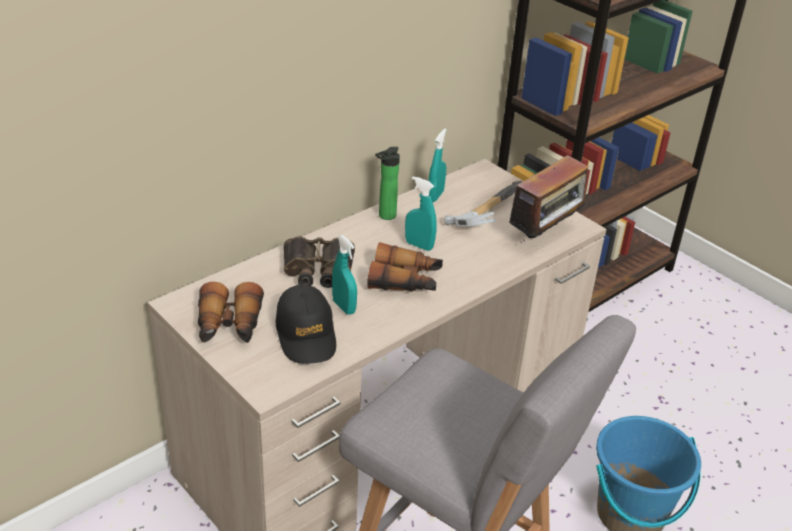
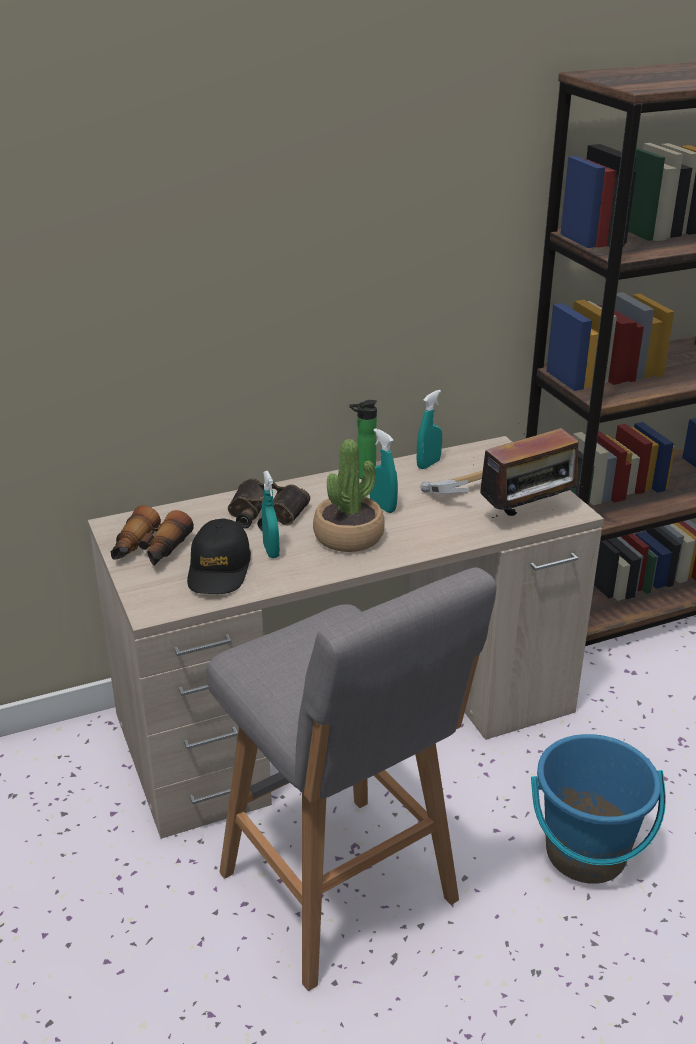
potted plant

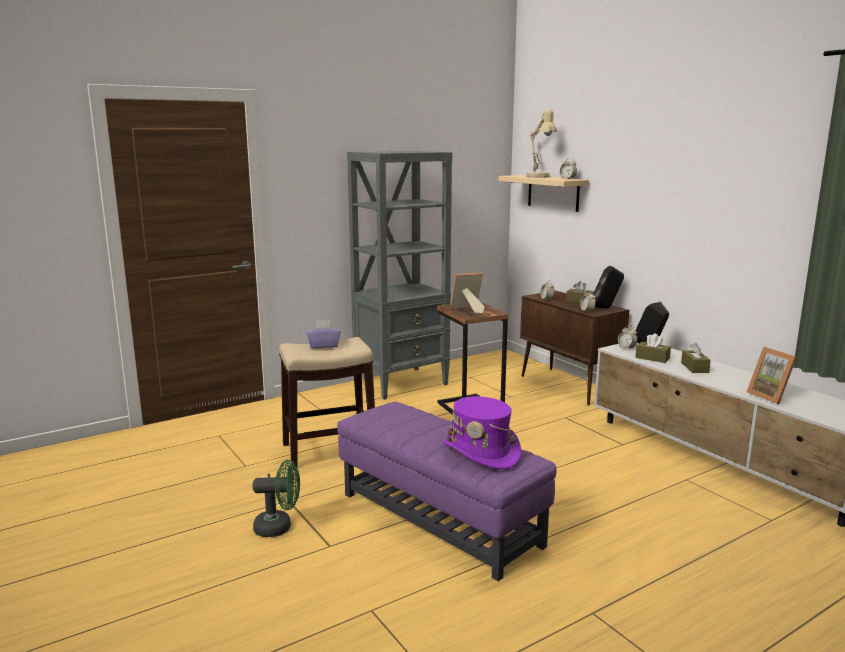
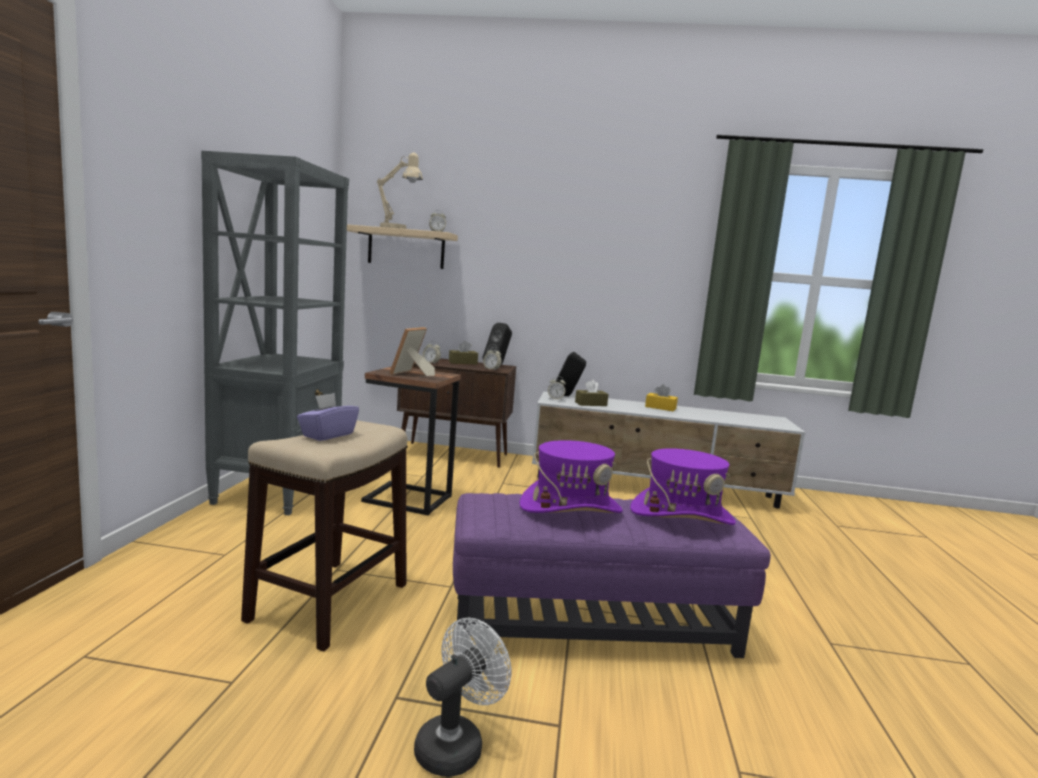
brown tissue box (3rd from left in the first image)
picture frame (2nd from left in the first image)
white fan
yellow tissue box
purple hat (1st from left)

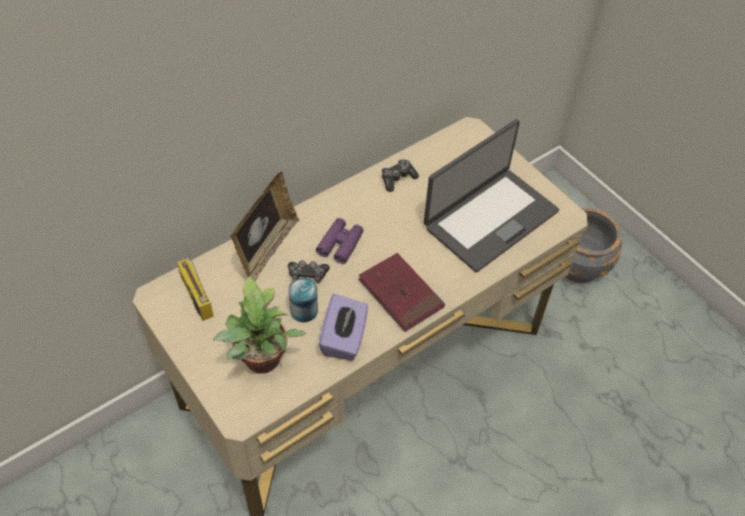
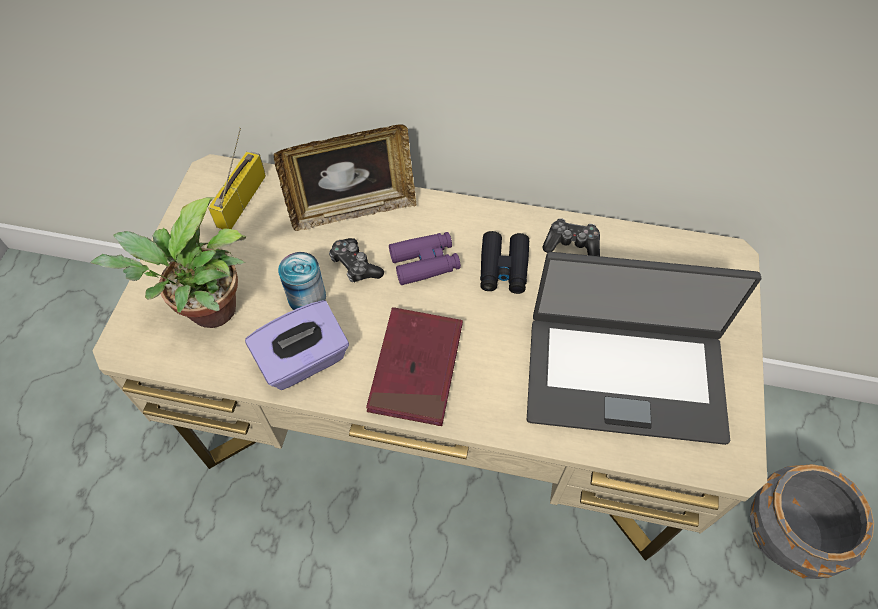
black binoculars

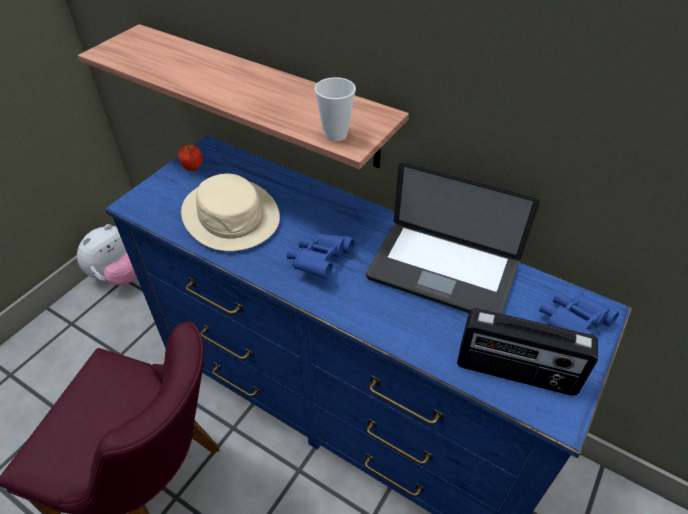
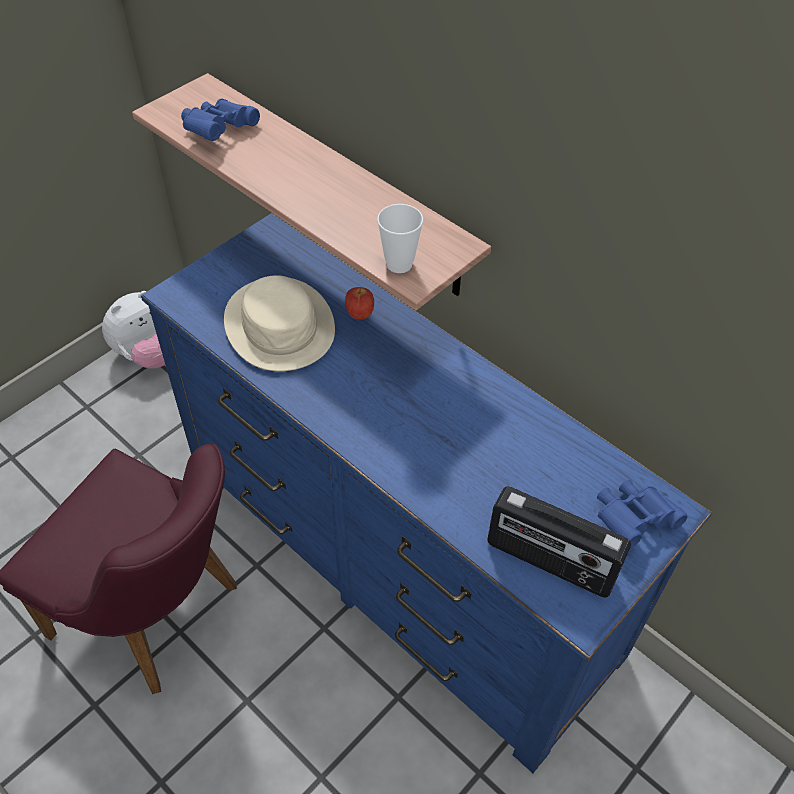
apple
laptop
blue binoculars (1st from left)

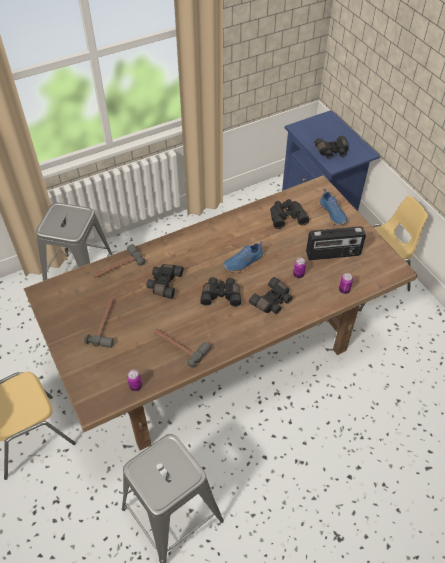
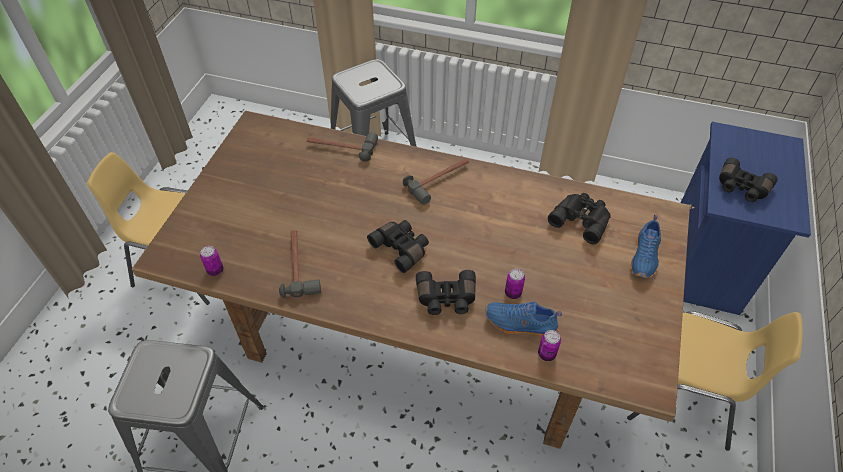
radio
blue shoe (1st from left)
black binoculars (1st from left in the first image)
hammer (3rd from left)

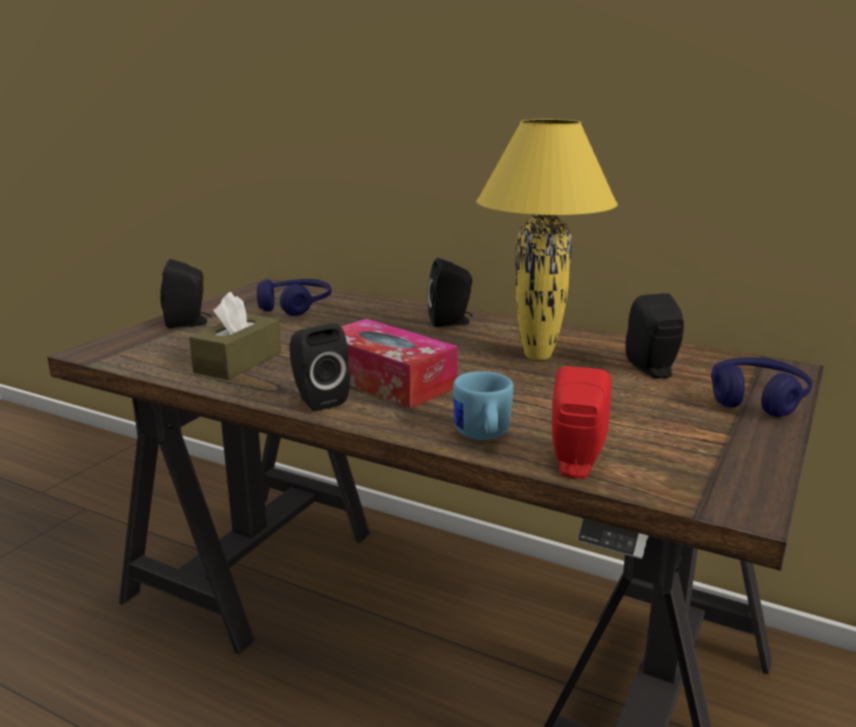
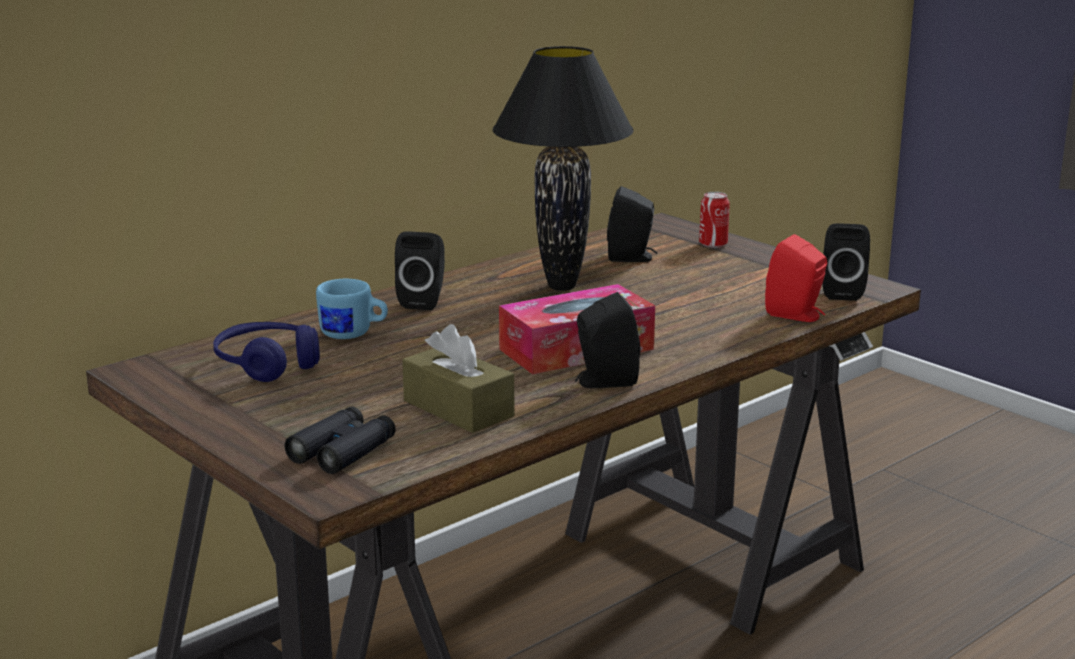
black table lamp
black speaker (4th from left)
can
blue mug
black binoculars

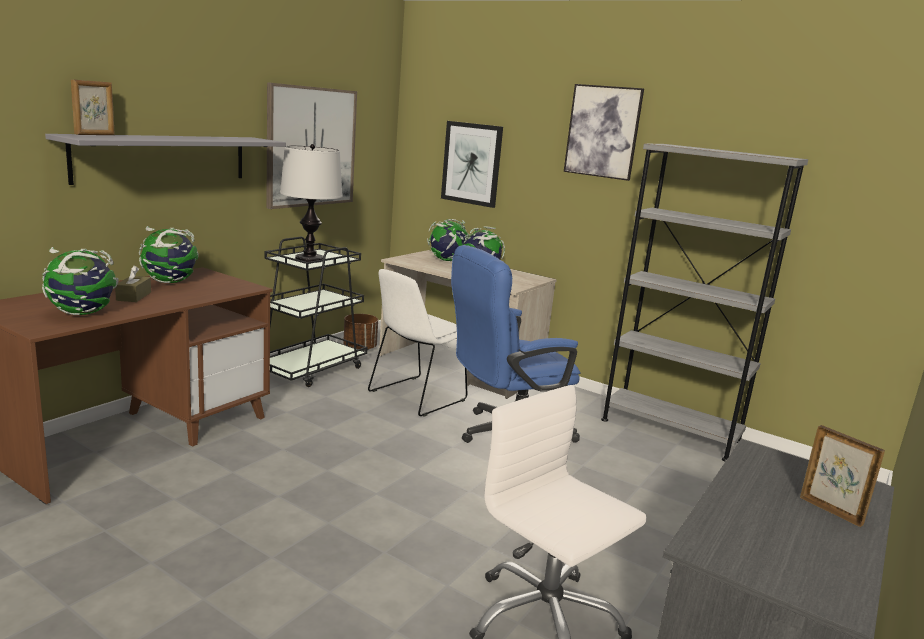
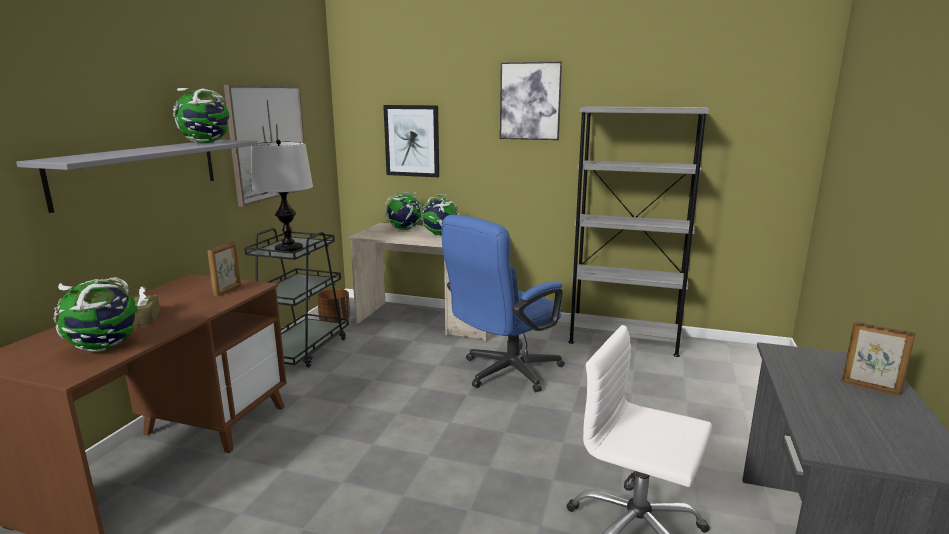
picture frame (1st from left)
globe (2nd from left)
white chair

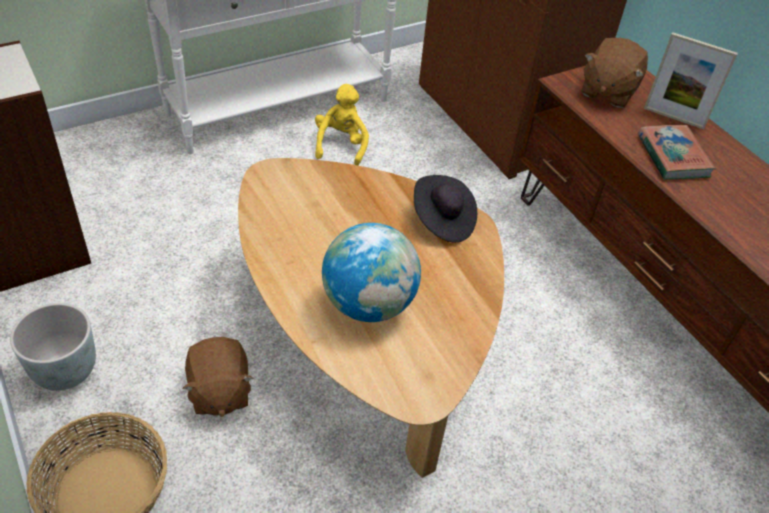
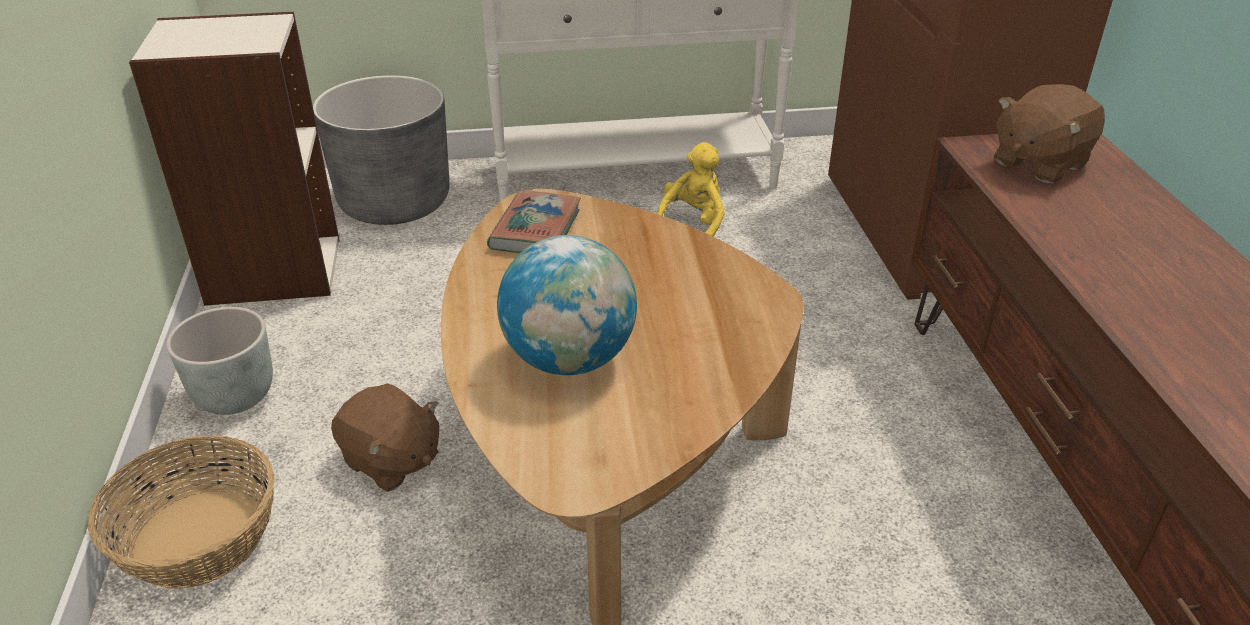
picture frame
book
black hat
brown plush toy (1st from left)
grey planter (2nd from left)

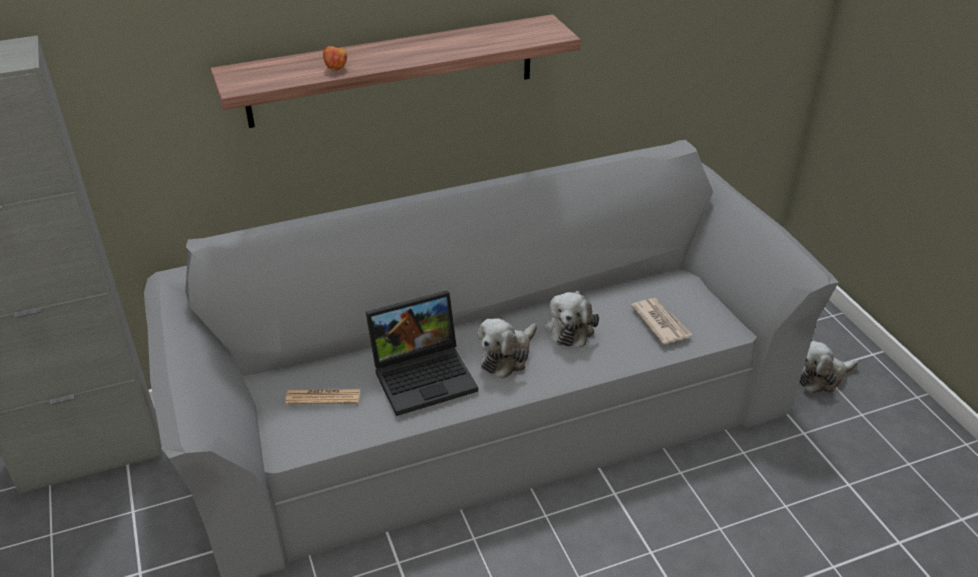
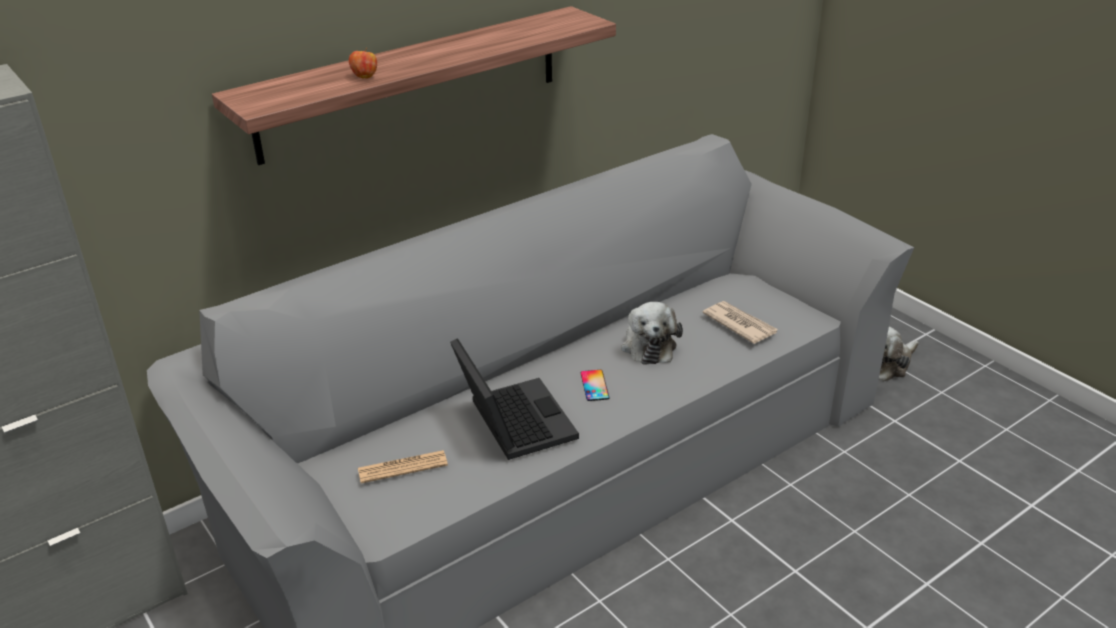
laptop
phone

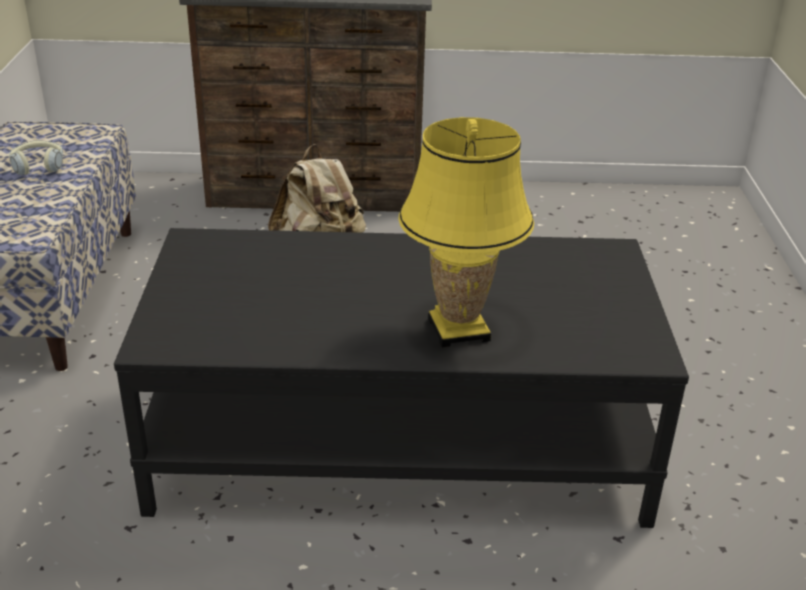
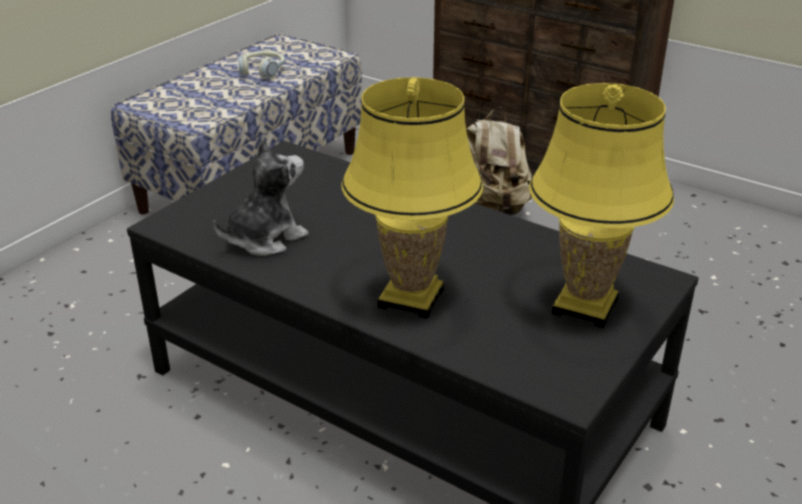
yellow table lamp (2nd from left)
plush toy

